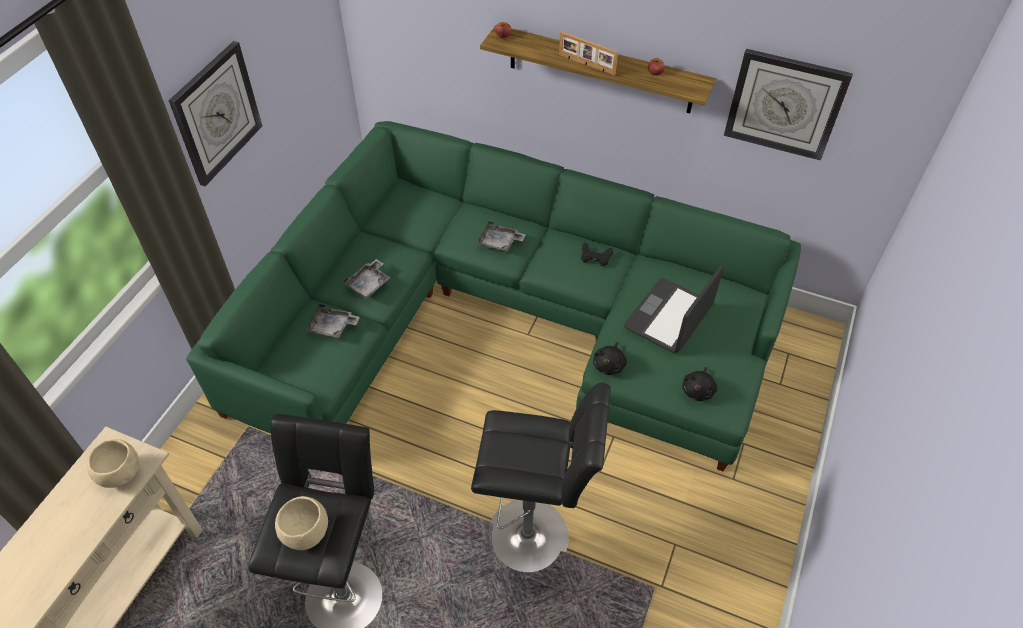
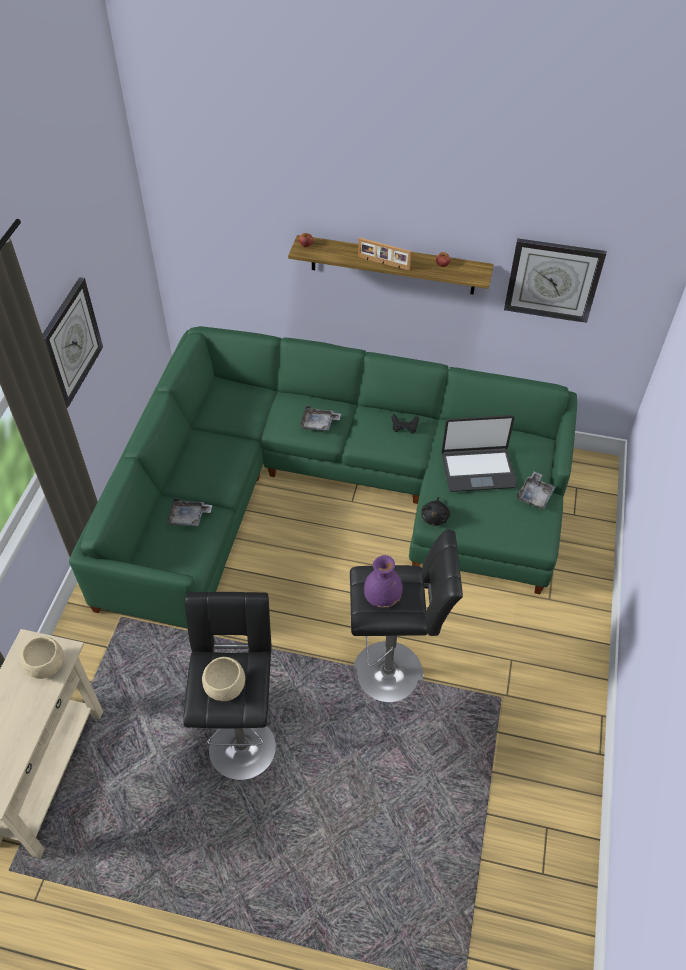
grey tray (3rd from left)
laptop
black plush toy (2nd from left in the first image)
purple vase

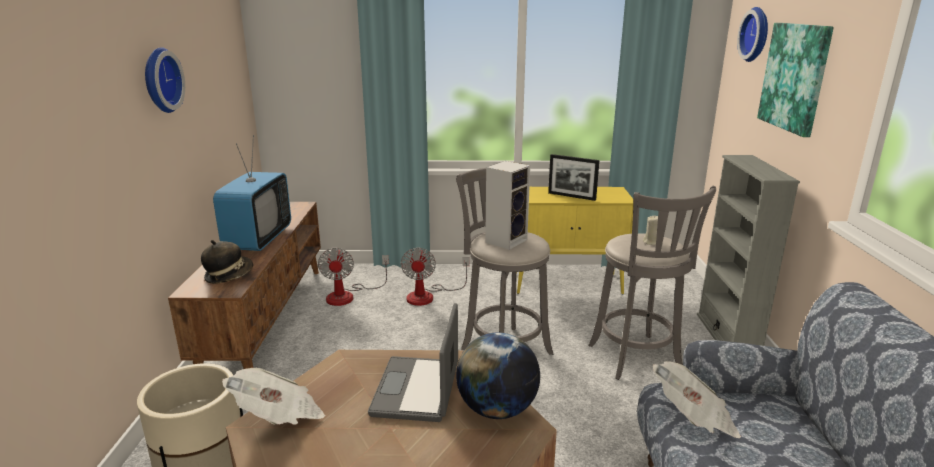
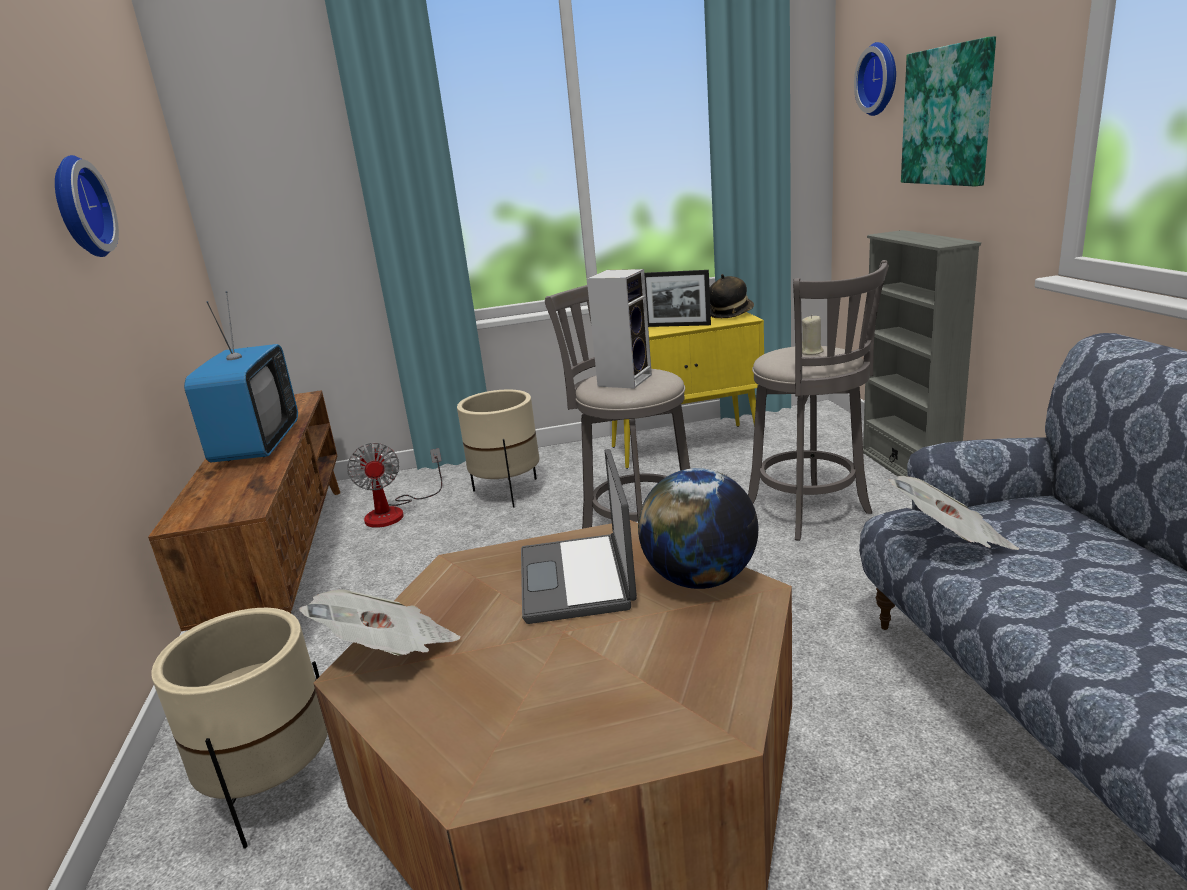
hat
beige planter (2nd from left)

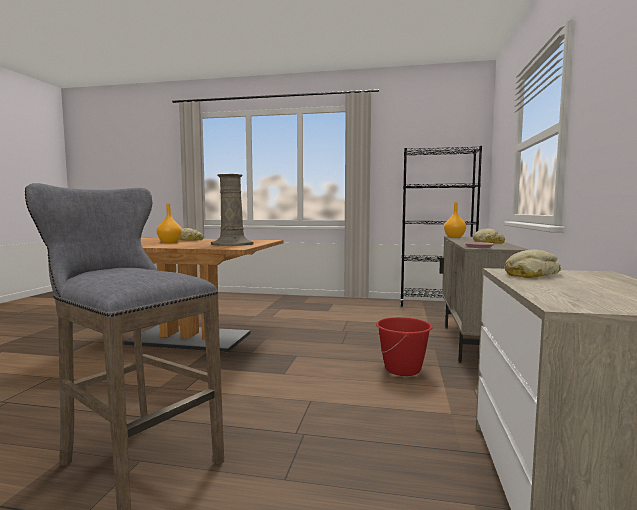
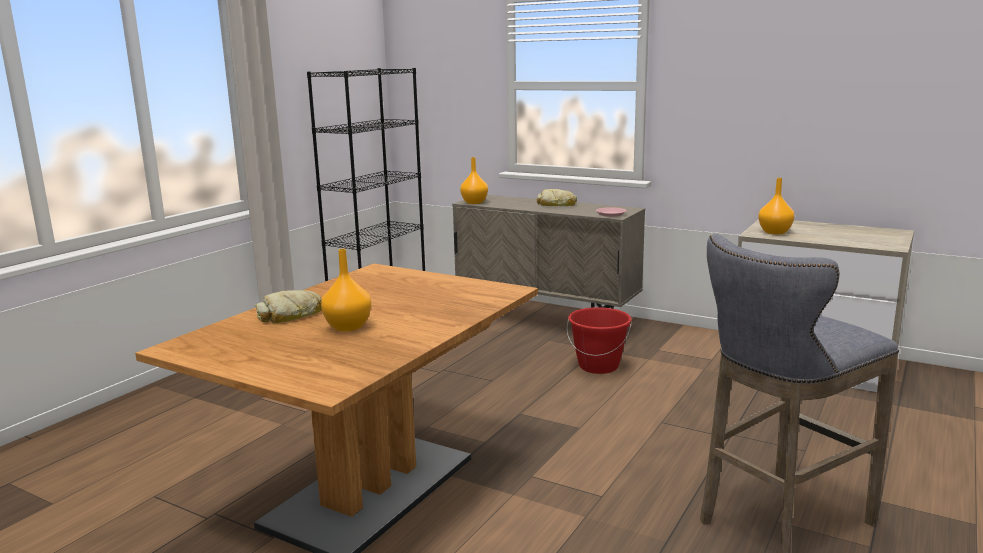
beige vase
orange vase (3rd from left)

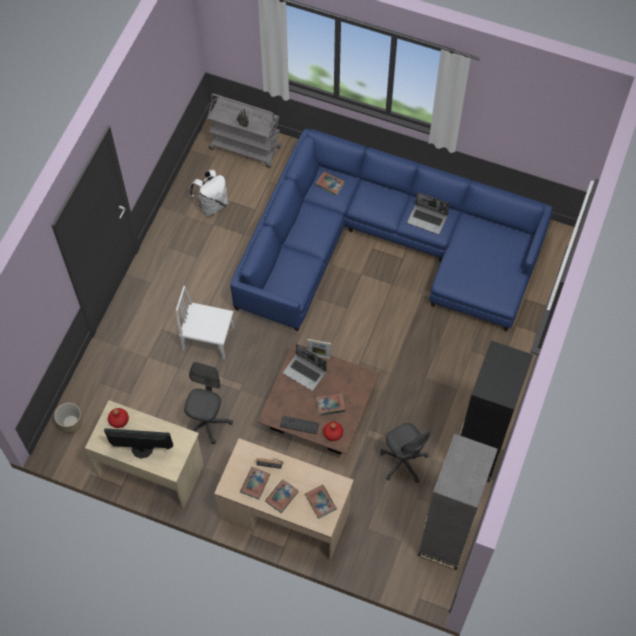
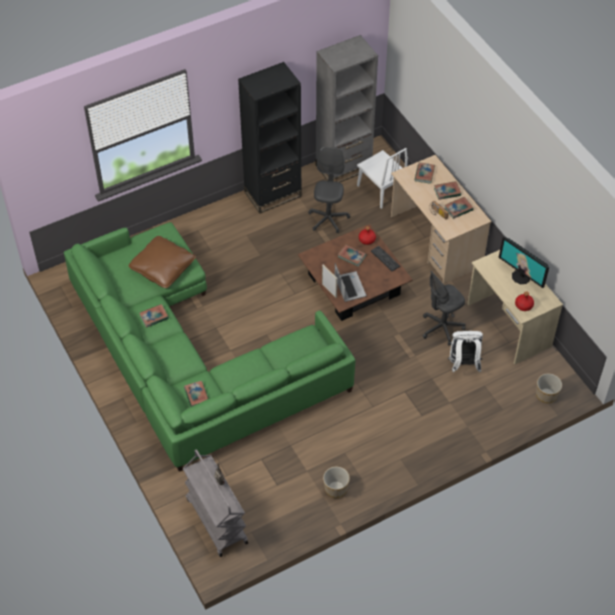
green sofa
white backpack
book (1st from left)
white chair
brown pillow
planter (1st from left)

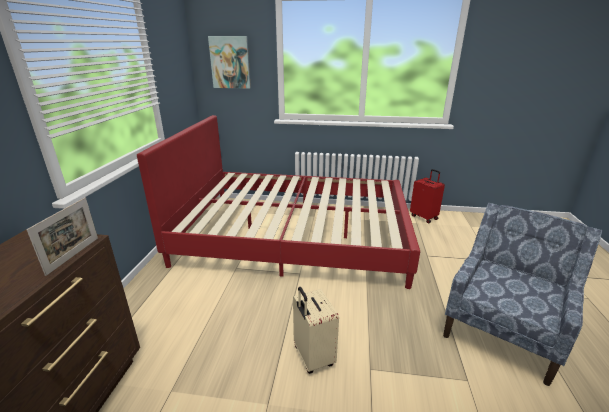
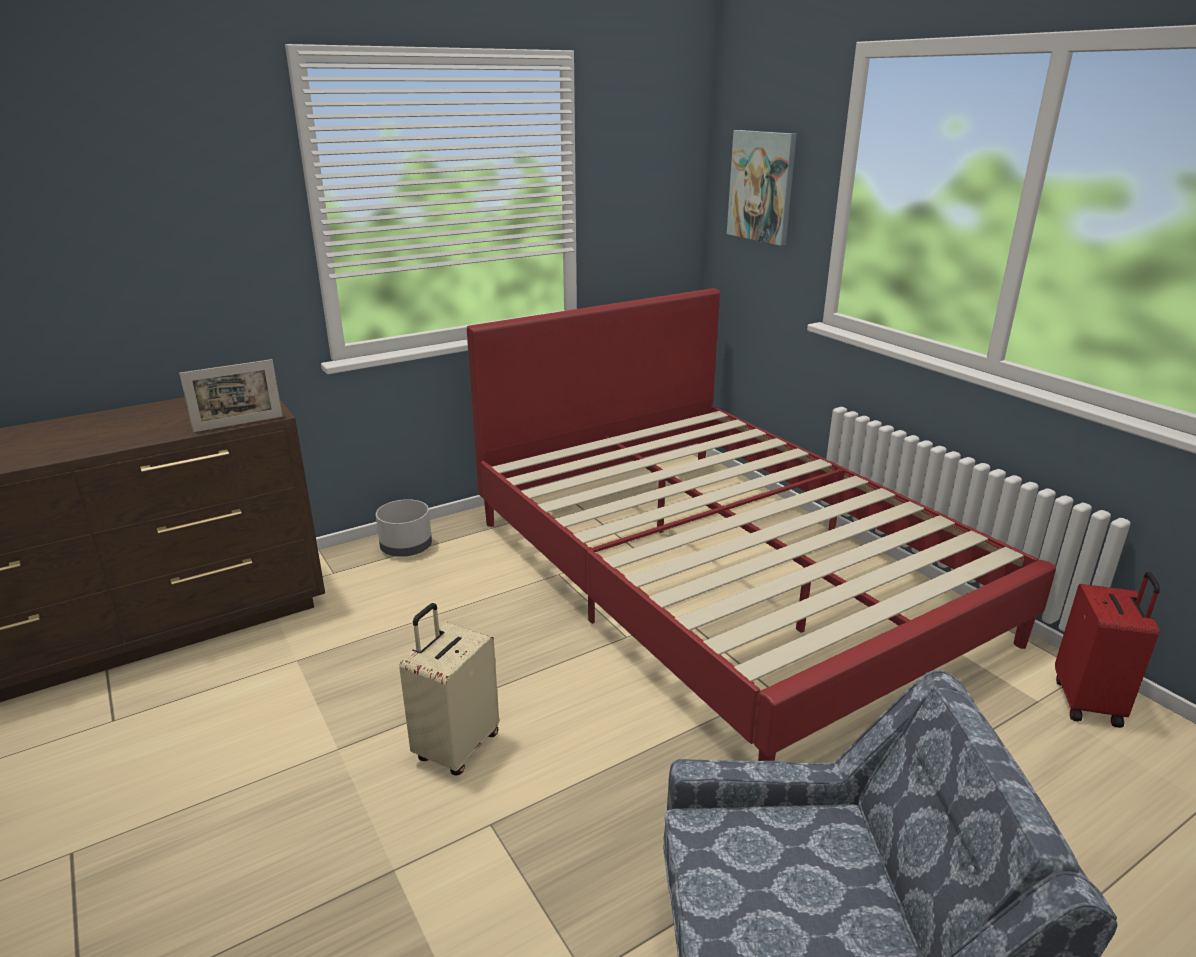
grey planter

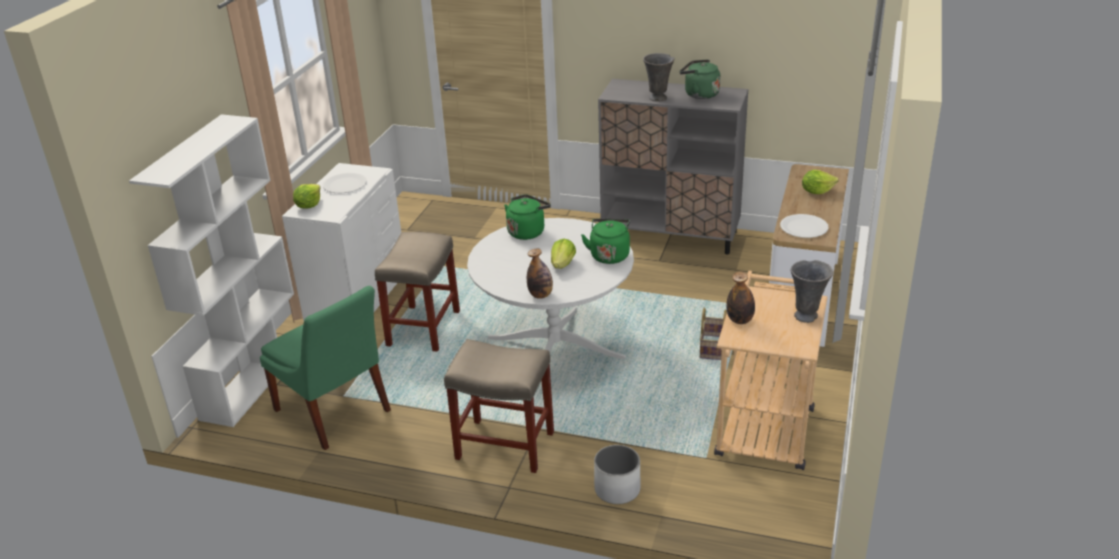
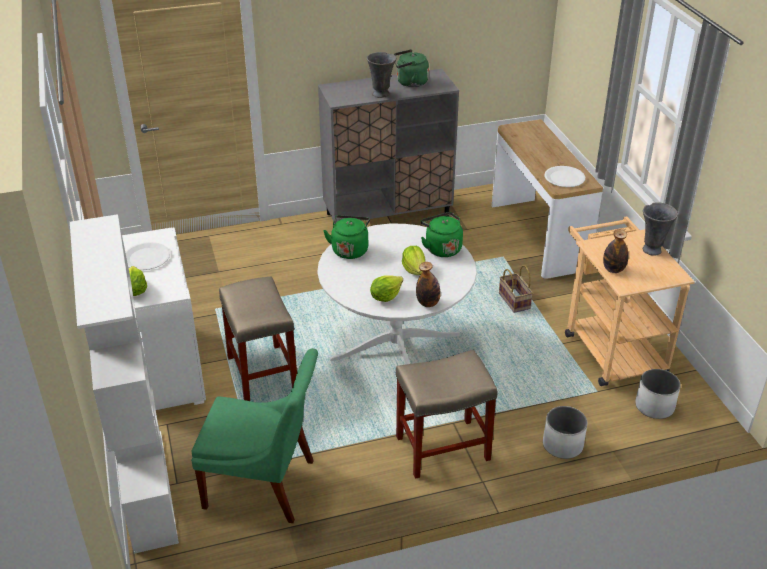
lettuce (2nd from left)
white planter (2nd from left)

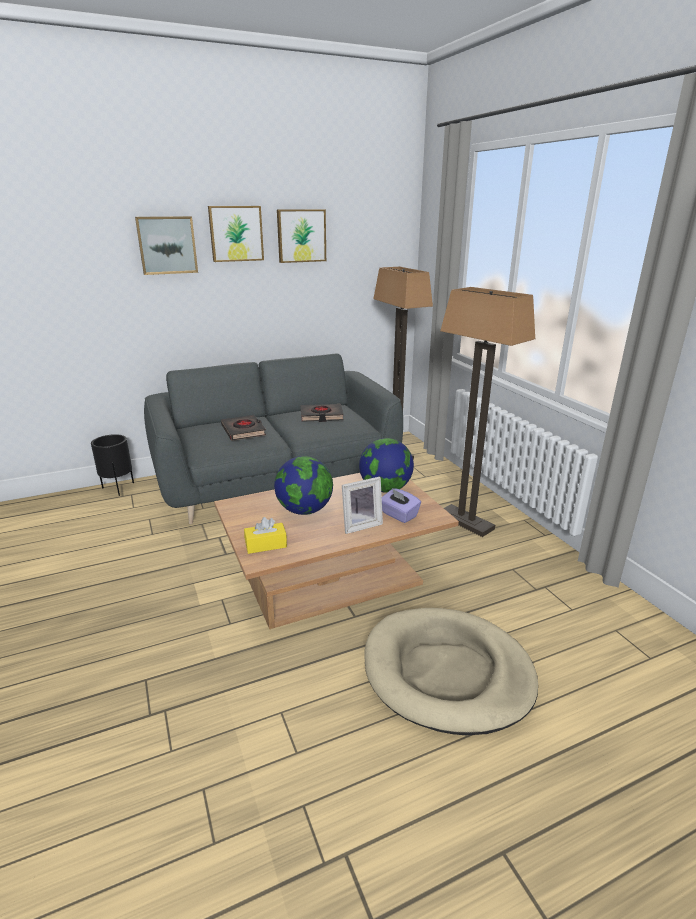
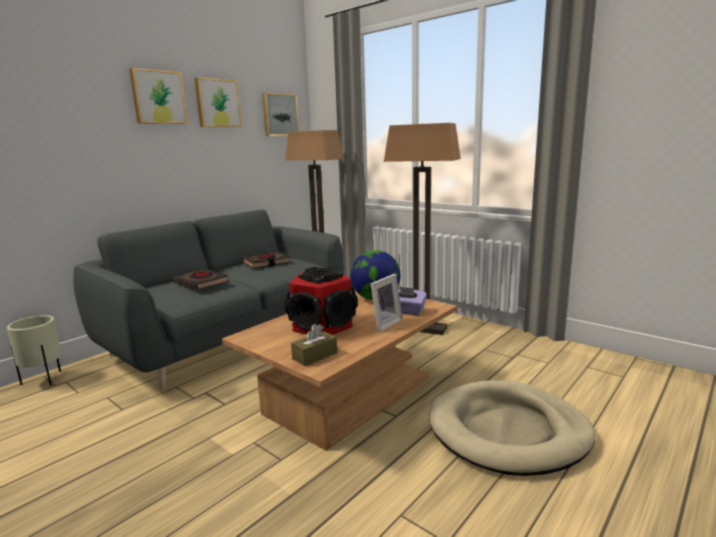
picture (3rd from left)
beige planter
speaker
brown tissue box

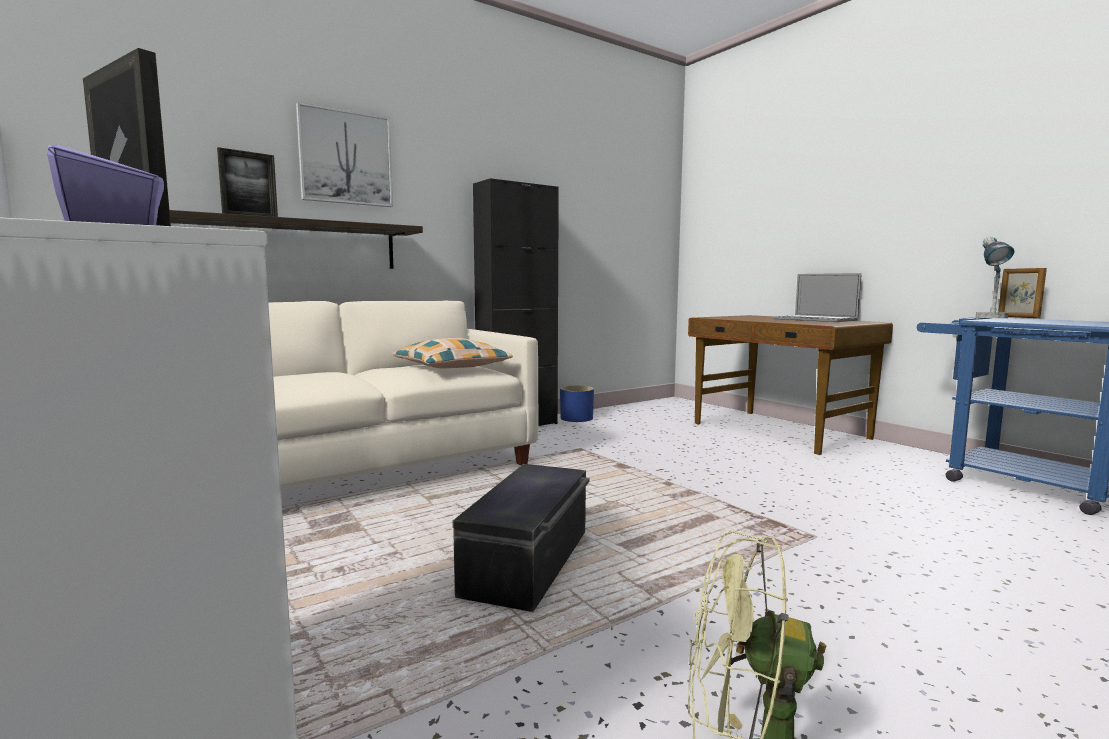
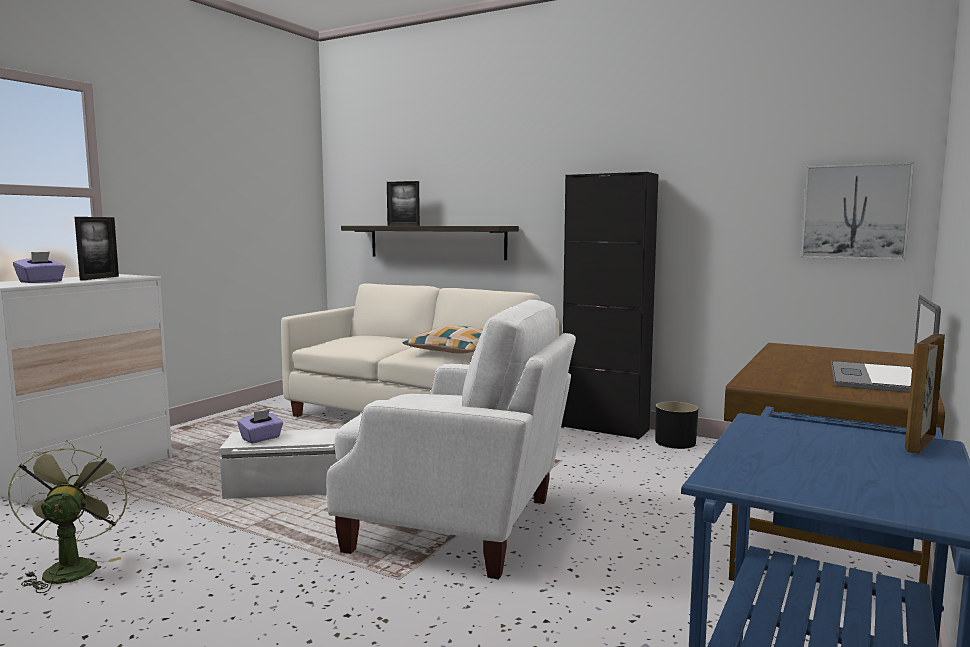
picture
table lamp
black planter
white storage box
white armchair
purple tissue box (2nd from left)

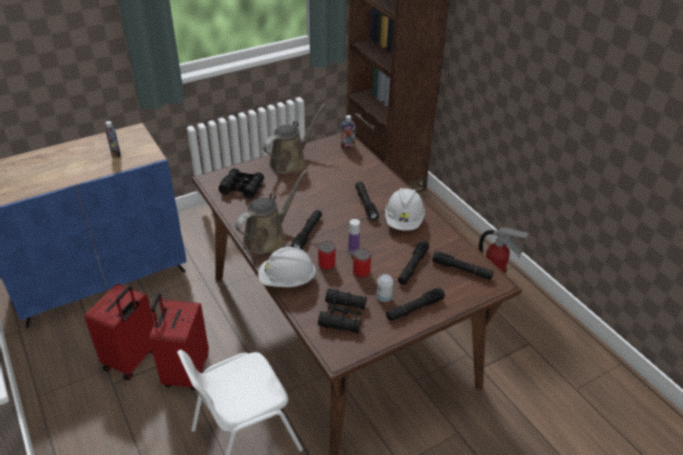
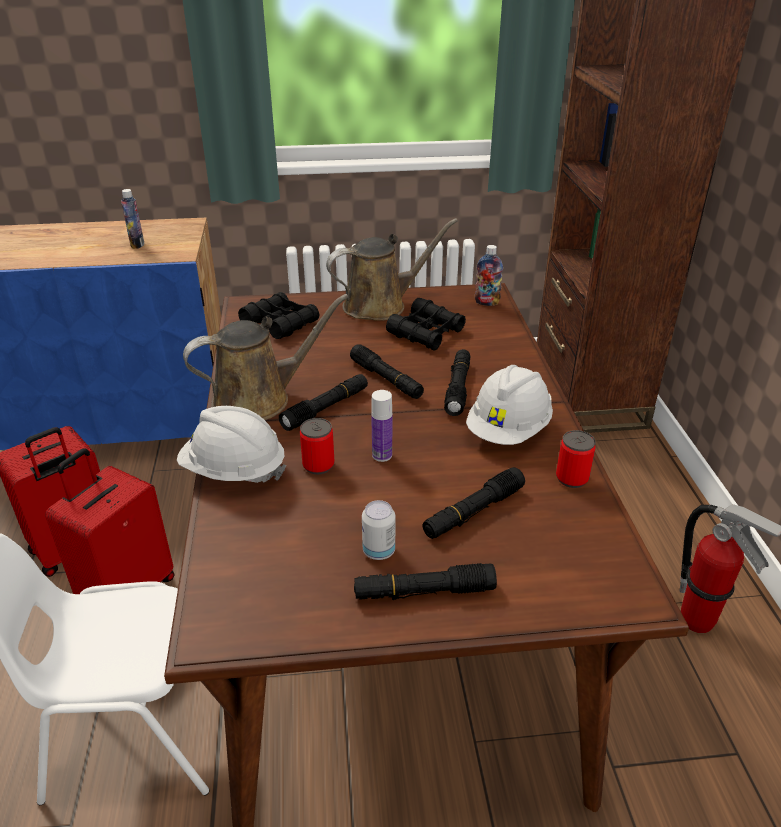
can (3rd from left)
black flashlight (2nd from left)
black binoculars (2nd from left)

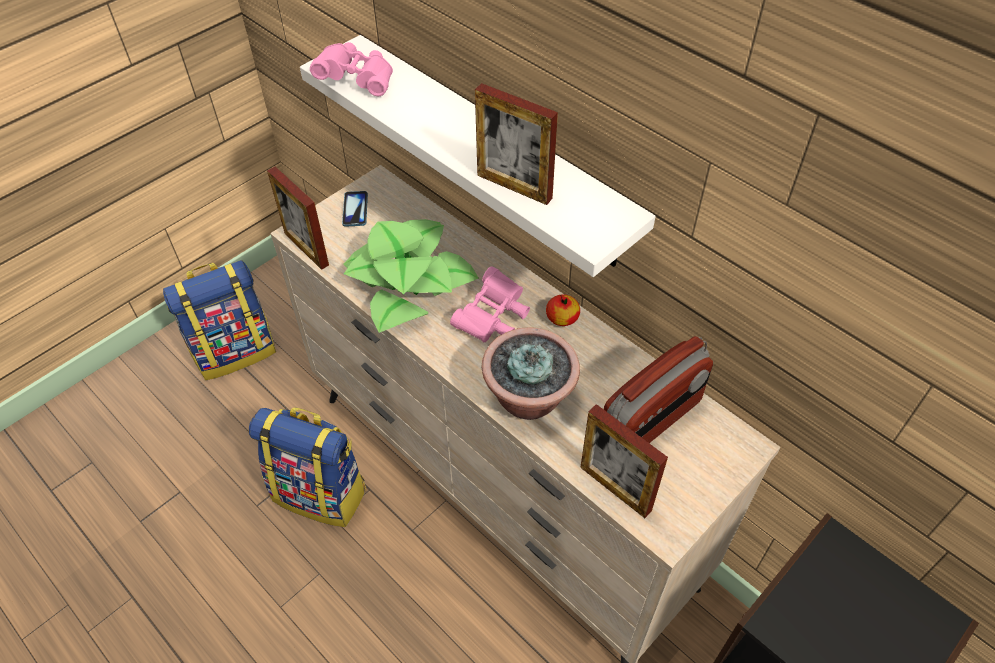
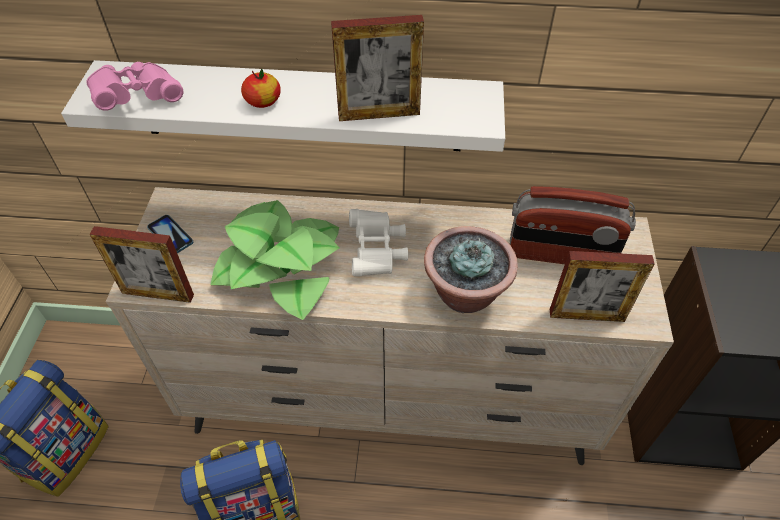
white binoculars
apple
radio

